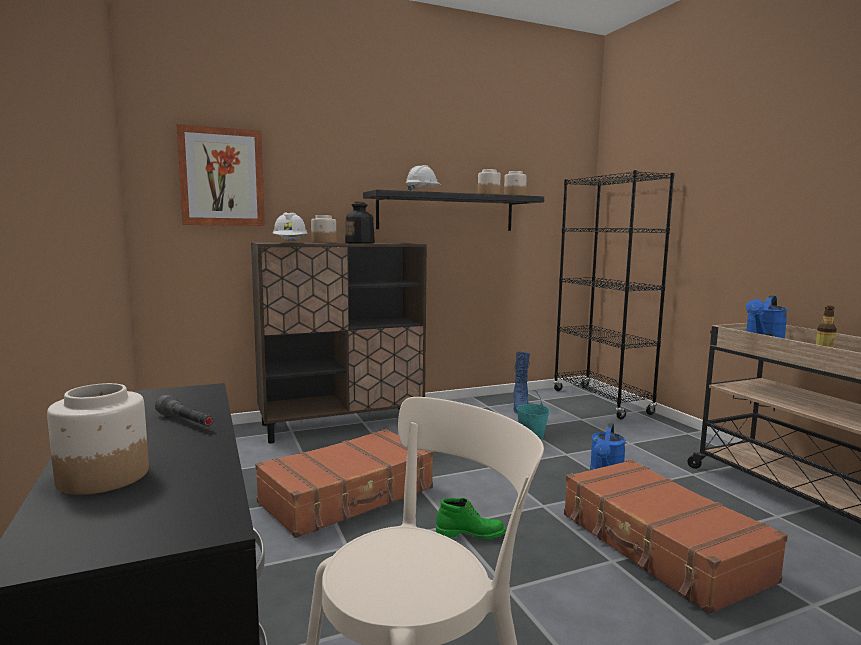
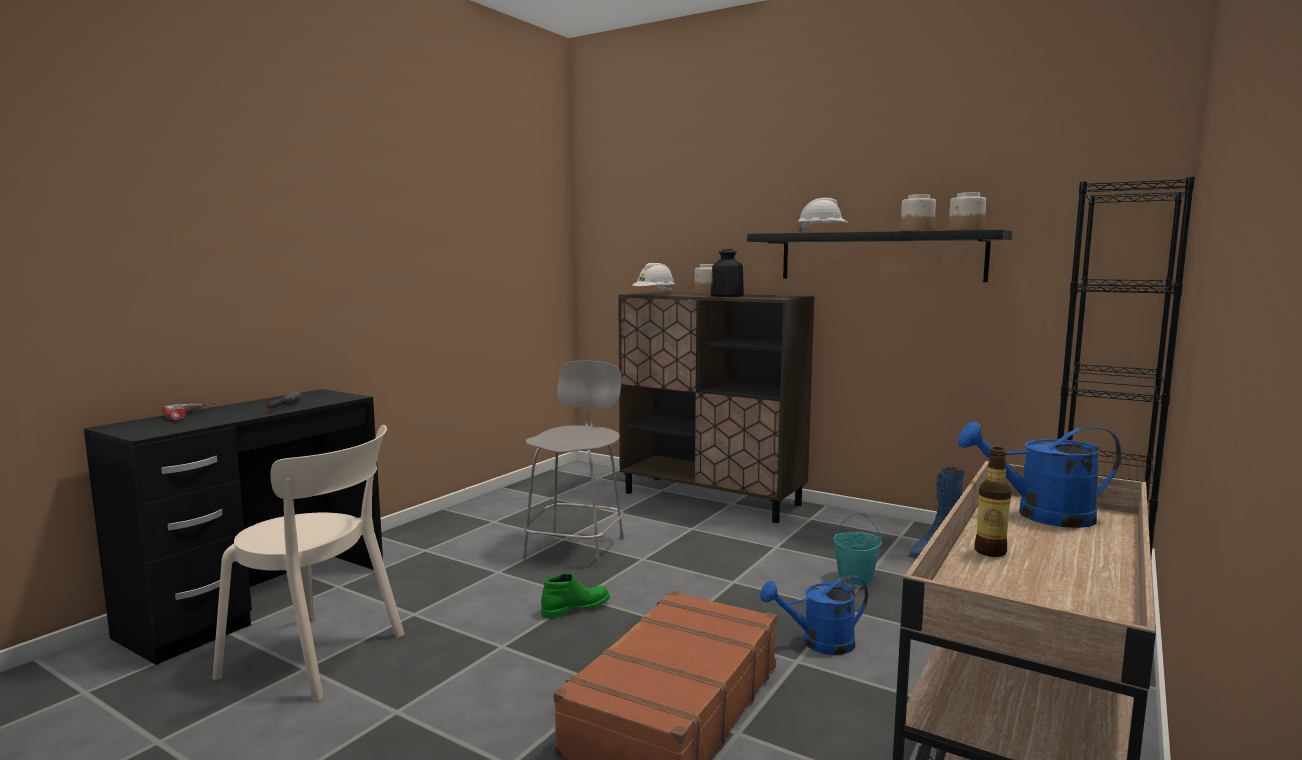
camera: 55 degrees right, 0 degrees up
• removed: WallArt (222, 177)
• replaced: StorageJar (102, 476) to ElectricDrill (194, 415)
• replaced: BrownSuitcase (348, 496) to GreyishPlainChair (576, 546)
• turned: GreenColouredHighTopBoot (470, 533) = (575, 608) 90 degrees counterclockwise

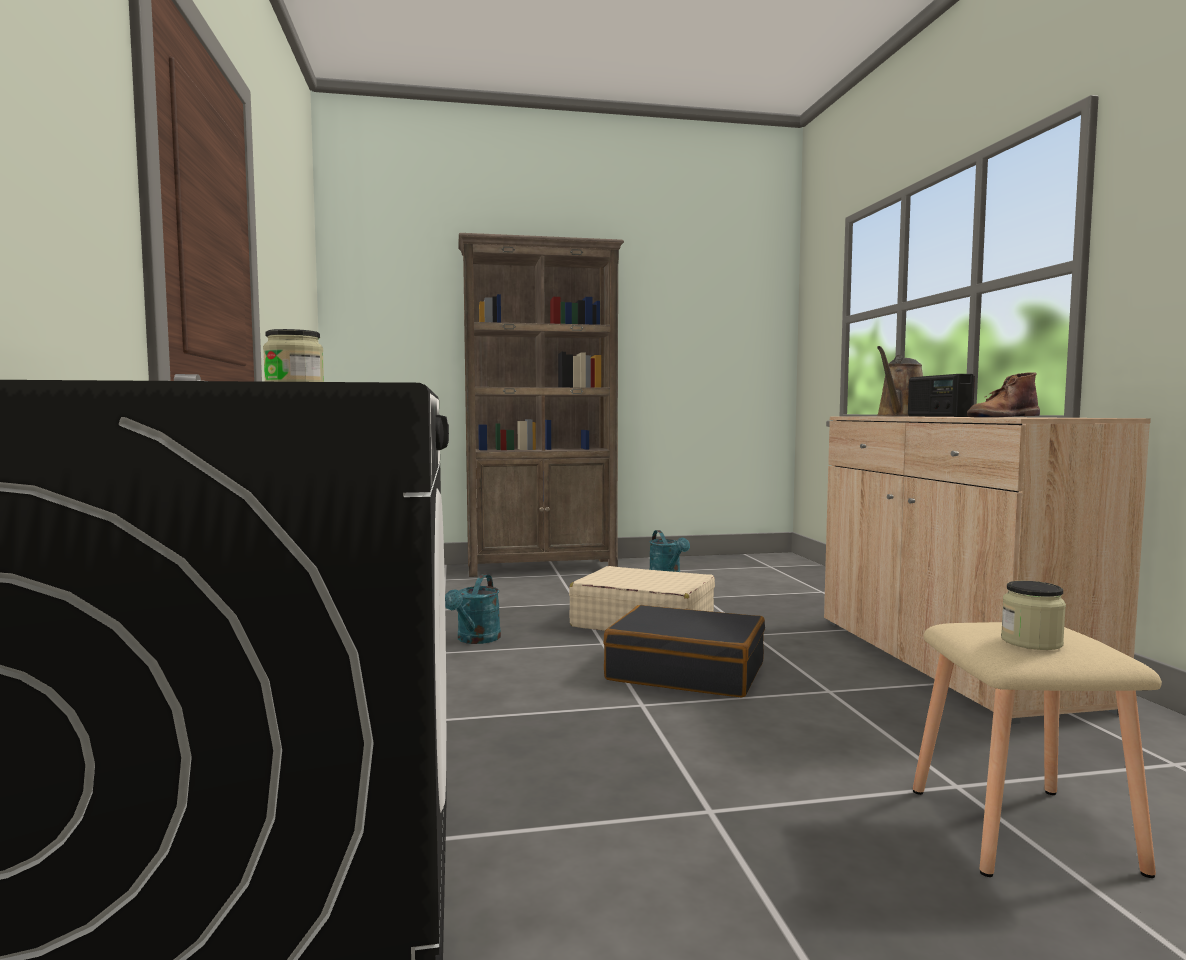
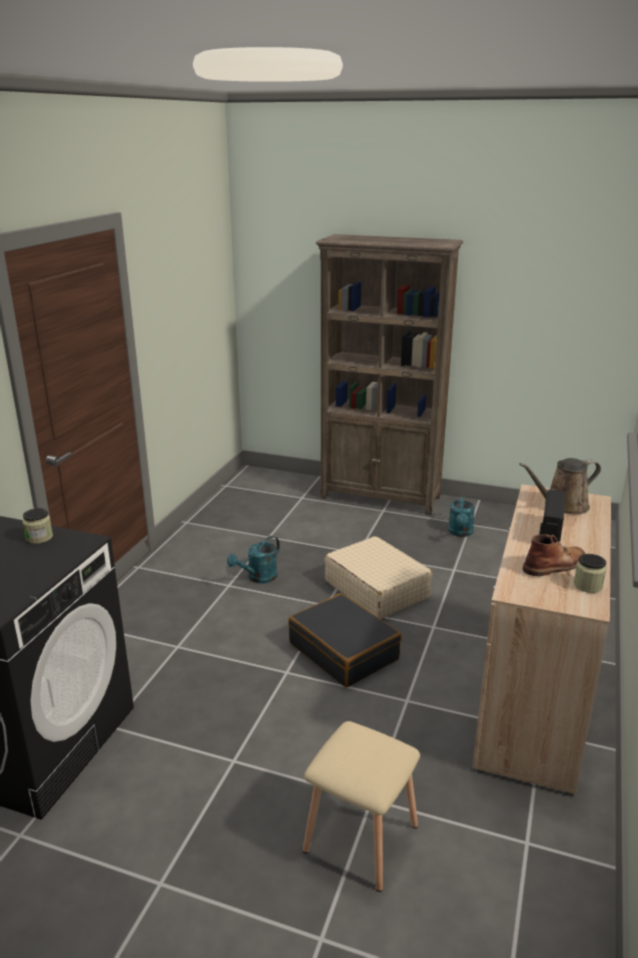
camera: 30 degrees right, 20 degrees up
• moved: StorageJar (1031, 642) to (588, 585)
• turned: BrownHighTopBoot (1001, 417) = (555, 565) 150 degrees clockwise

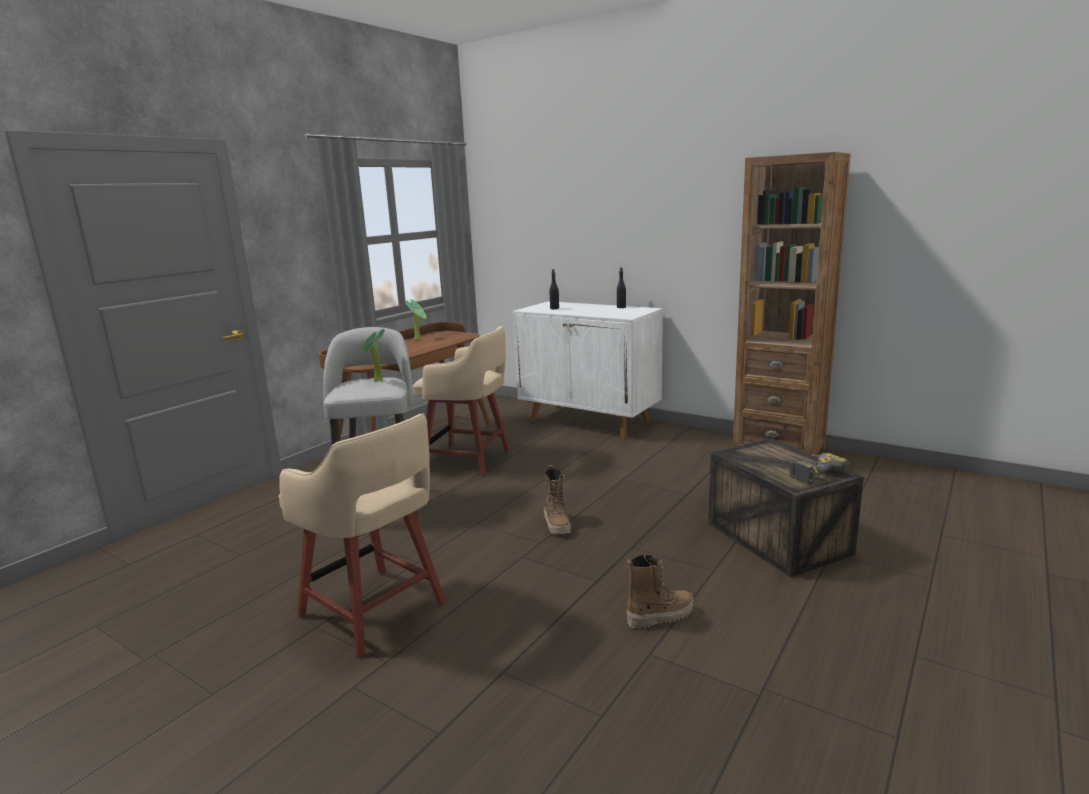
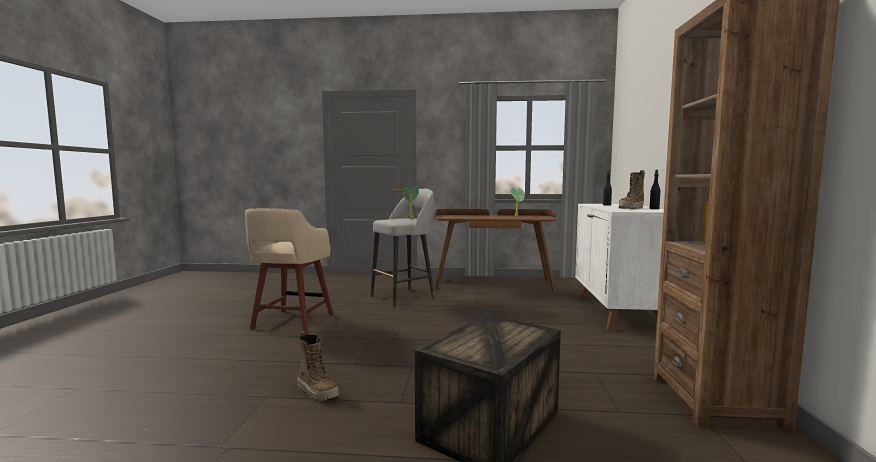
camera: 60 degrees right, 10 degrees down
• removed: BeigeStool (469, 460)
• removed: ElectricDrill (813, 473)
• moved: HighTopBoot (557, 525) to (631, 209)

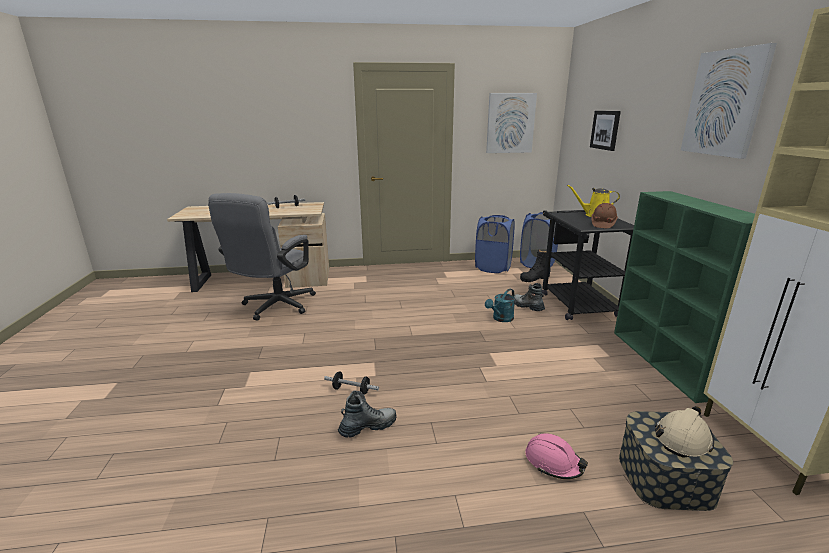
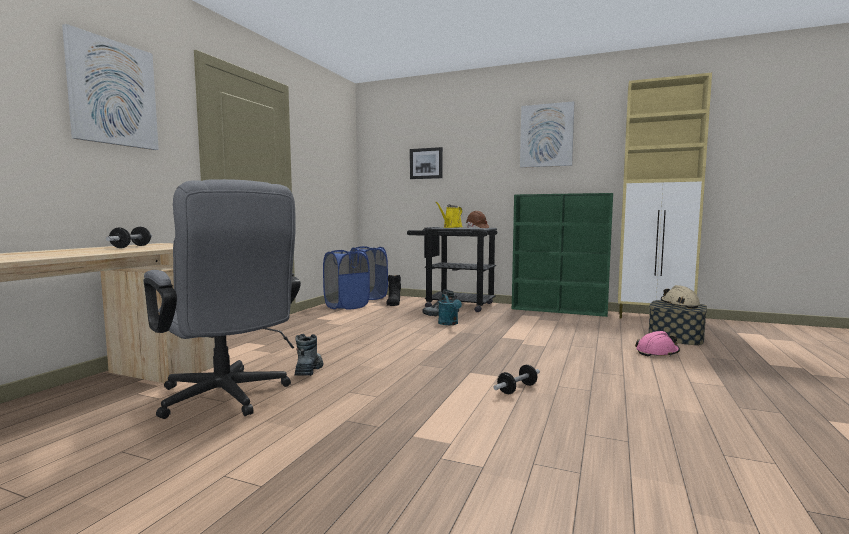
camera: 60 degrees left, 15 degrees down
• moved: HighTopBoot (368, 427) to (309, 371)
• moved: WallArt (510, 123) to (112, 93)

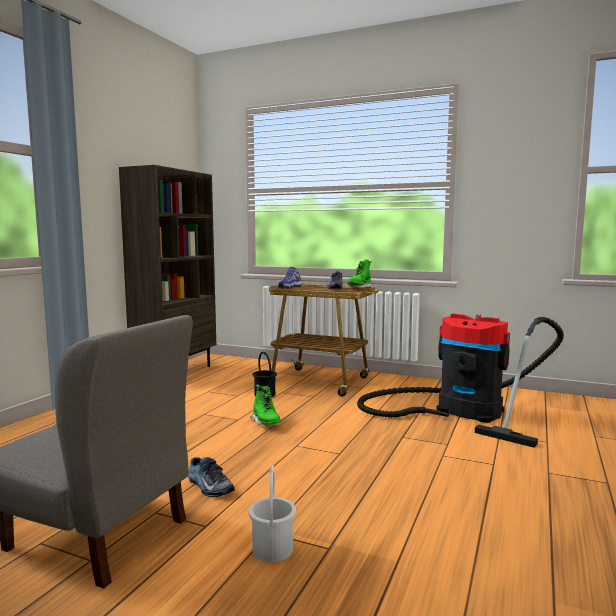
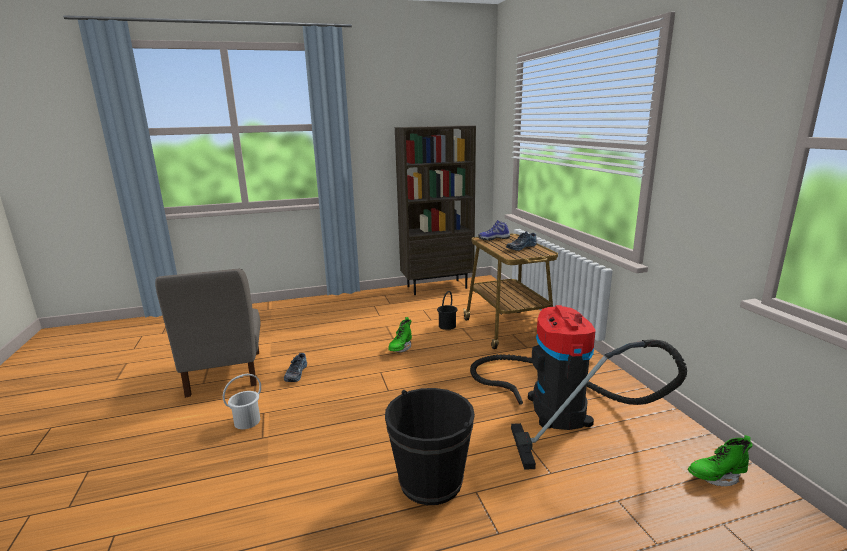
camera: 50 degrees right, 10 degrees up
• added: BlackColouredBucket (431, 481)
• moved: GreenColouredHighTopBoot (359, 288) to (716, 477)

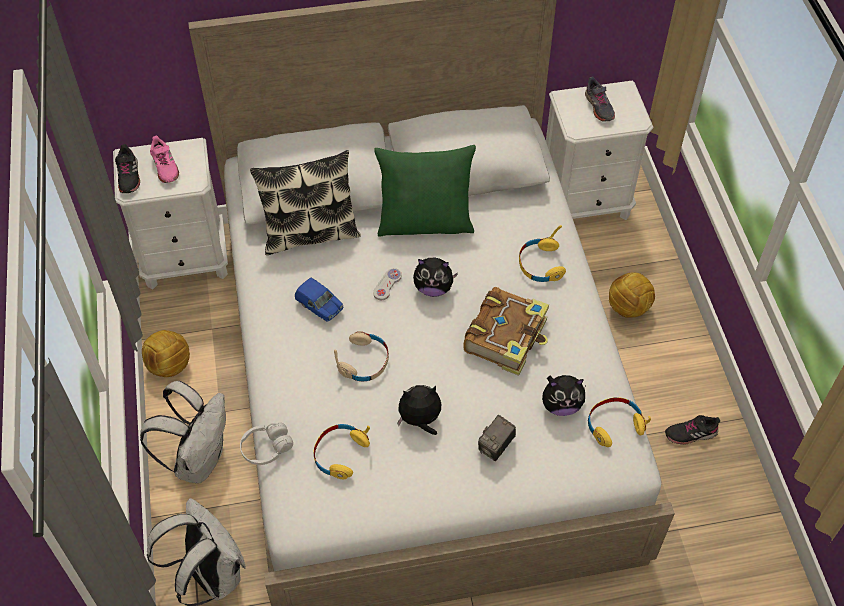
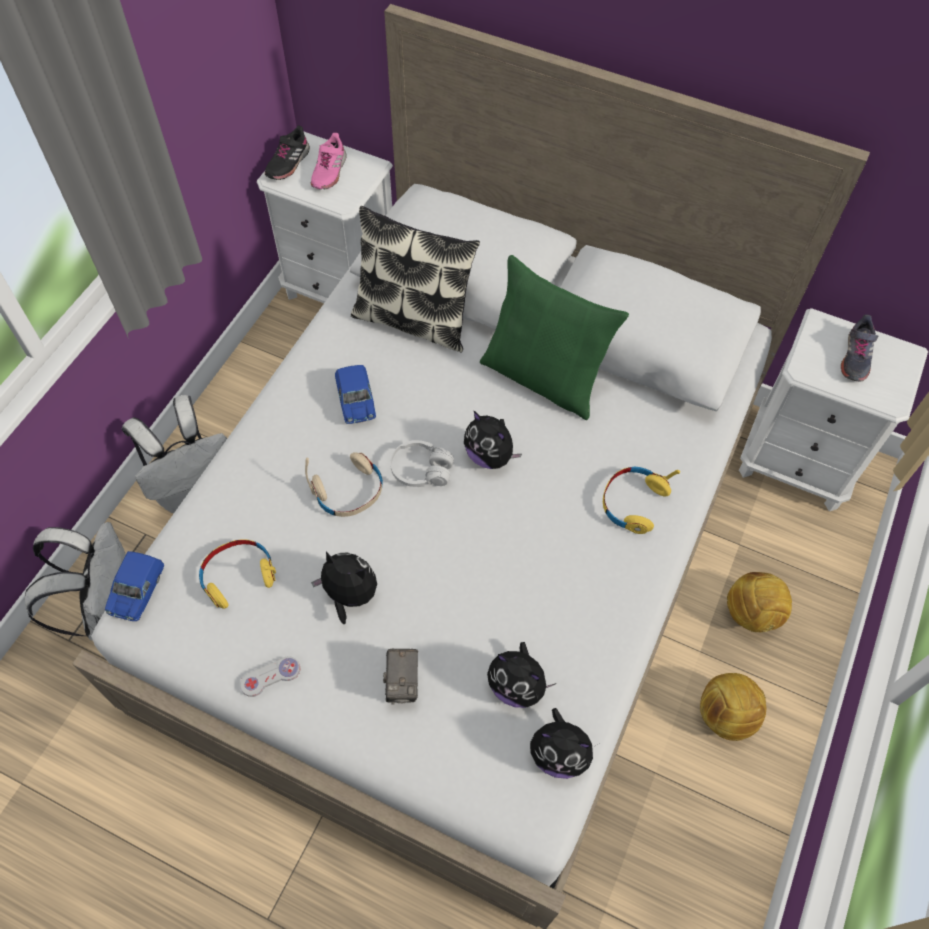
camera: 35 degrees right, 5 degrees up
• removed: BoundBook (507, 336)
• removed: BlackColouredItemOfFootwear (690, 433)
• added: BluishToyCar (138, 592)
• moved: BallForFootball (169, 365) to (725, 714)
• moved: WhitishPairOfHeadphones (266, 448) to (421, 470)
• moved: WhitishGamepad (387, 285) to (270, 677)
• replaced: YellowPairOfHeadphones (614, 425) to PlushToy (559, 754)
• turned: PhotoCamera (496, 447) = (402, 683) 75 degrees counterclockwise

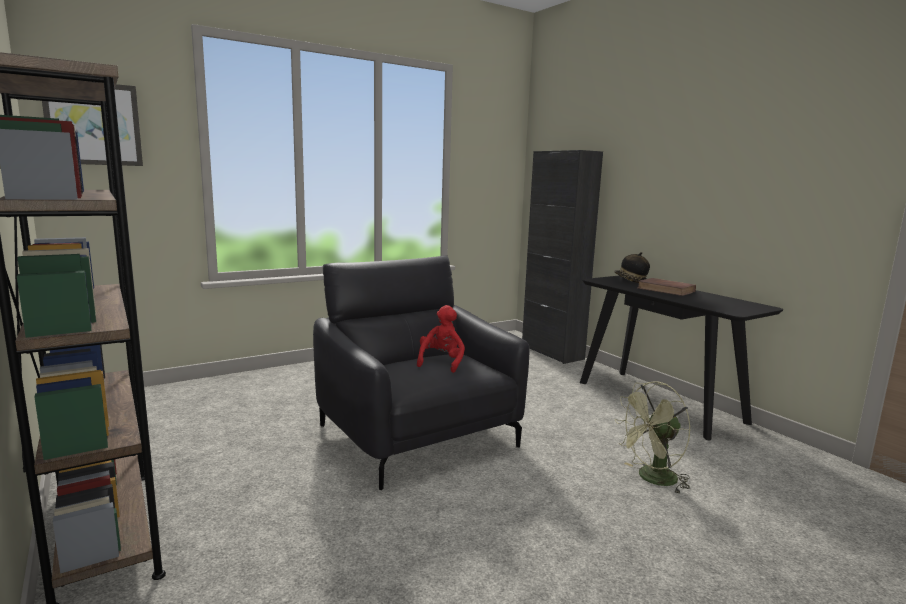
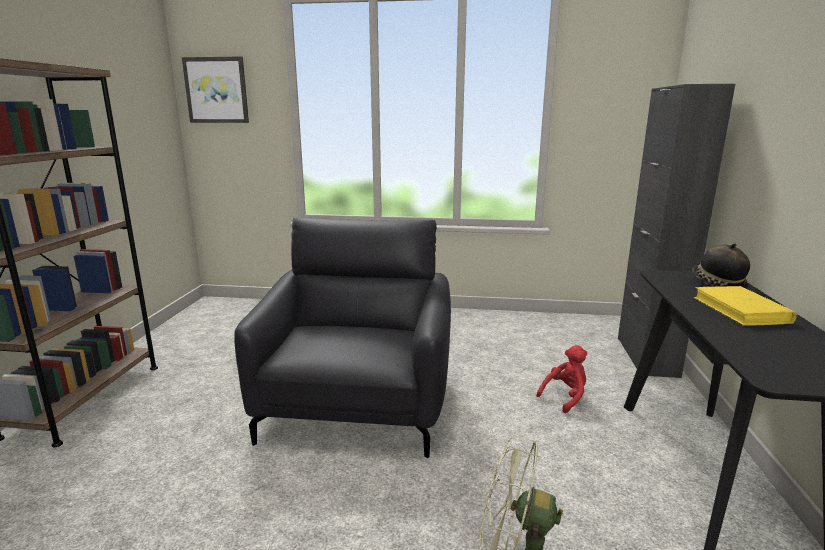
camera: 40 degrees right, 5 degrees up
• moved: RedColouredPlushToy (441, 362) to (565, 397)
• recoloured: BrownBoundBook (666, 290) to YellowBoundBook (741, 310)

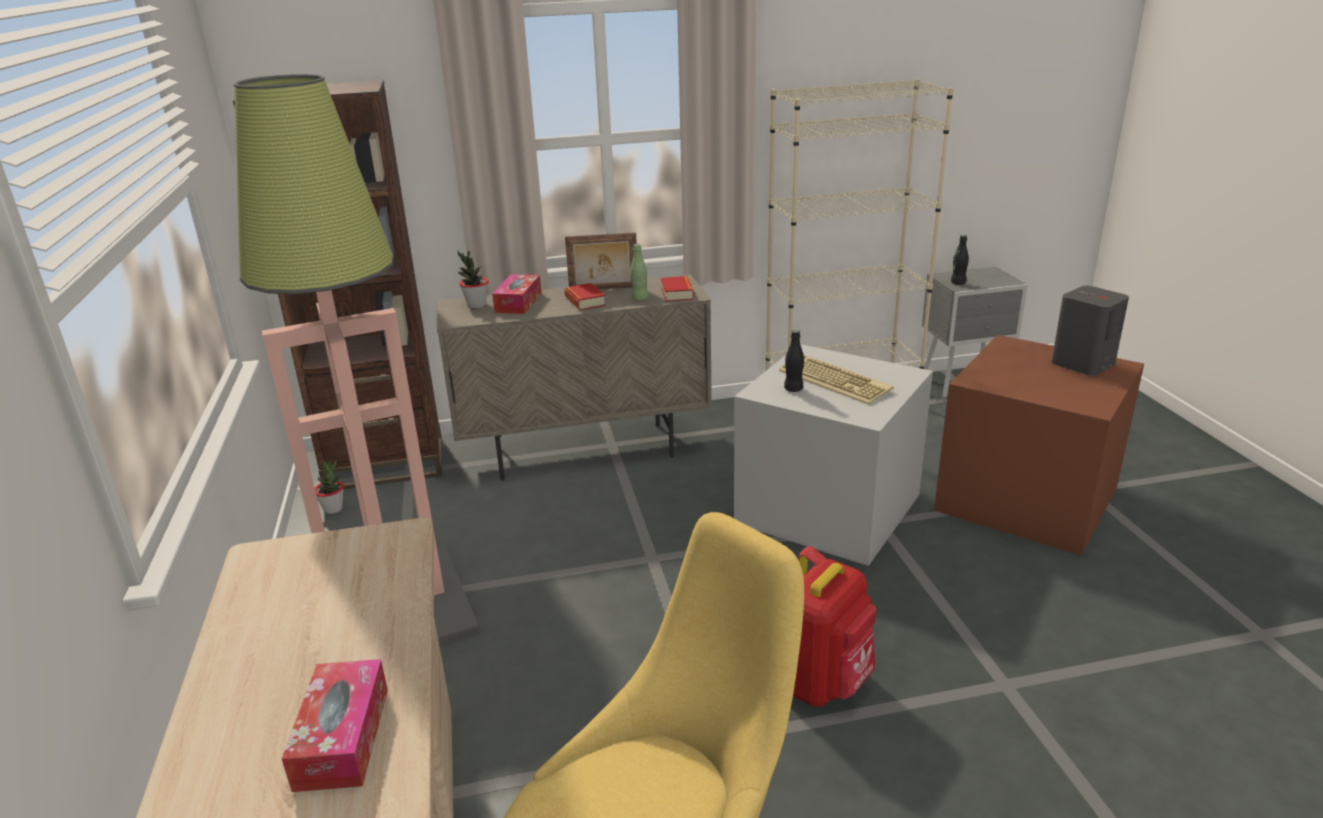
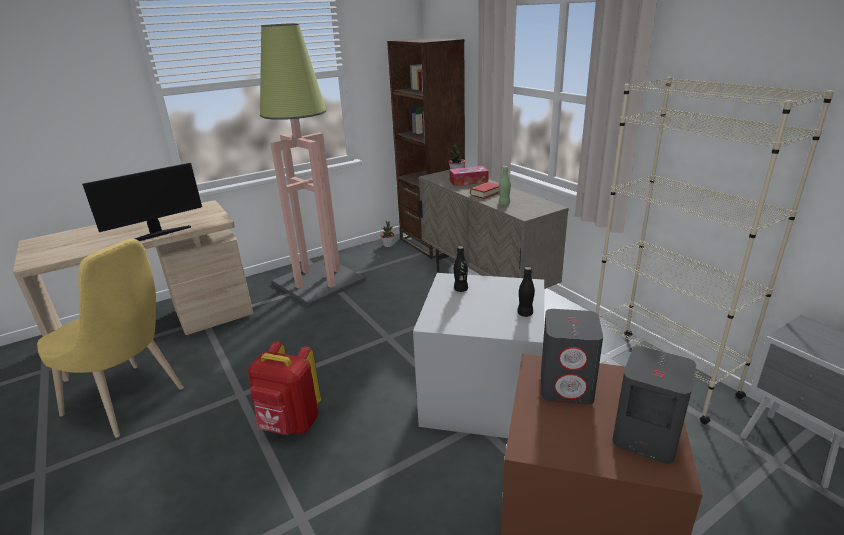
camera: 70 degrees right, 0 degrees up
• removed: TissueBox (342, 738)
• removed: PhotoFrame (604, 289)
• removed: BoundBook (677, 293)
• removed: ComputerKeyboard (836, 380)
• added: Monitor (157, 234)
• added: GreyishAudioSpeaker (567, 387)
• moved: BlackColouredBottle (958, 283) to (525, 313)

